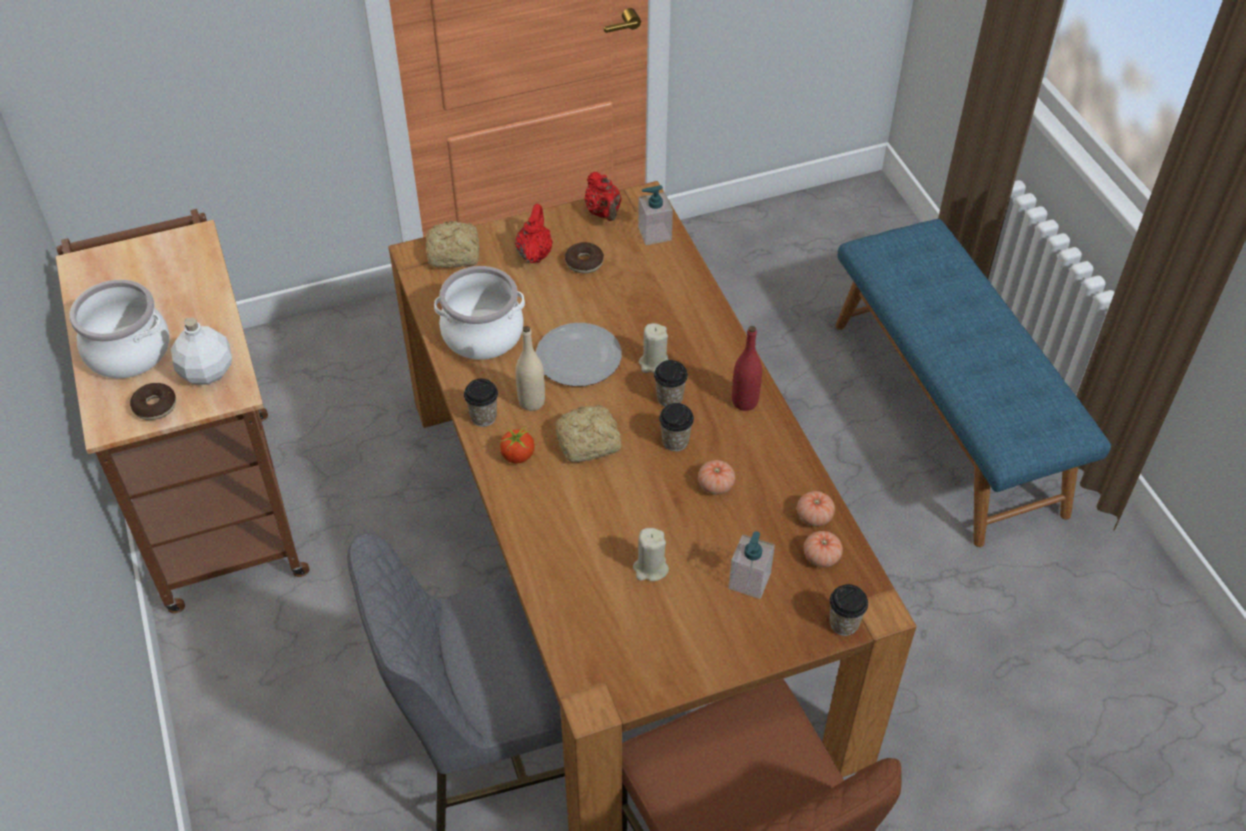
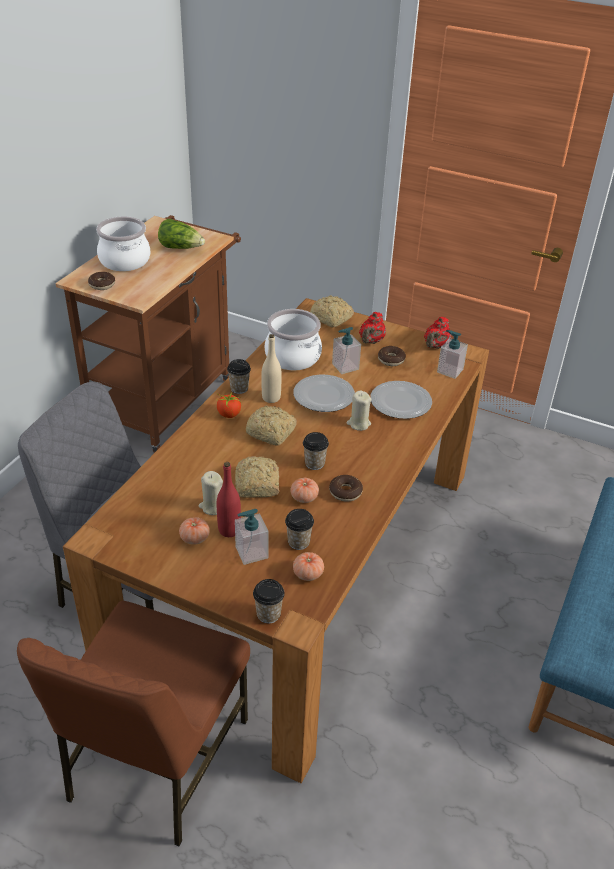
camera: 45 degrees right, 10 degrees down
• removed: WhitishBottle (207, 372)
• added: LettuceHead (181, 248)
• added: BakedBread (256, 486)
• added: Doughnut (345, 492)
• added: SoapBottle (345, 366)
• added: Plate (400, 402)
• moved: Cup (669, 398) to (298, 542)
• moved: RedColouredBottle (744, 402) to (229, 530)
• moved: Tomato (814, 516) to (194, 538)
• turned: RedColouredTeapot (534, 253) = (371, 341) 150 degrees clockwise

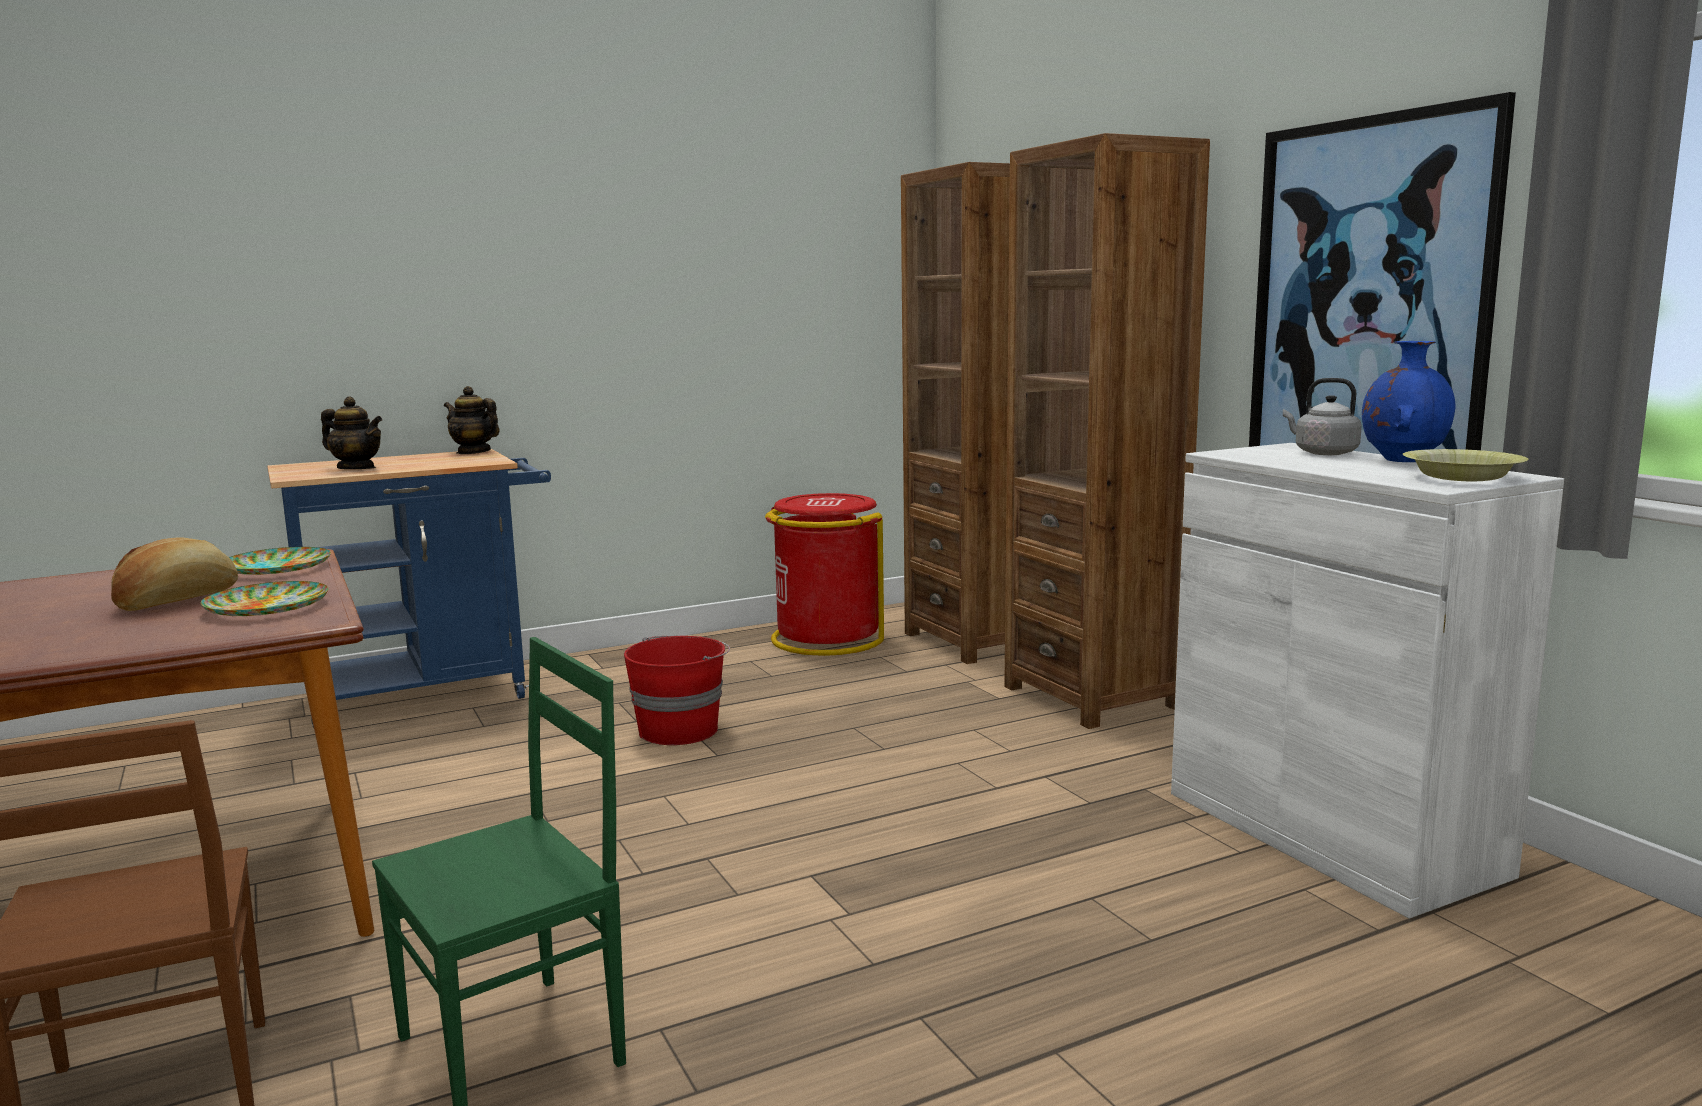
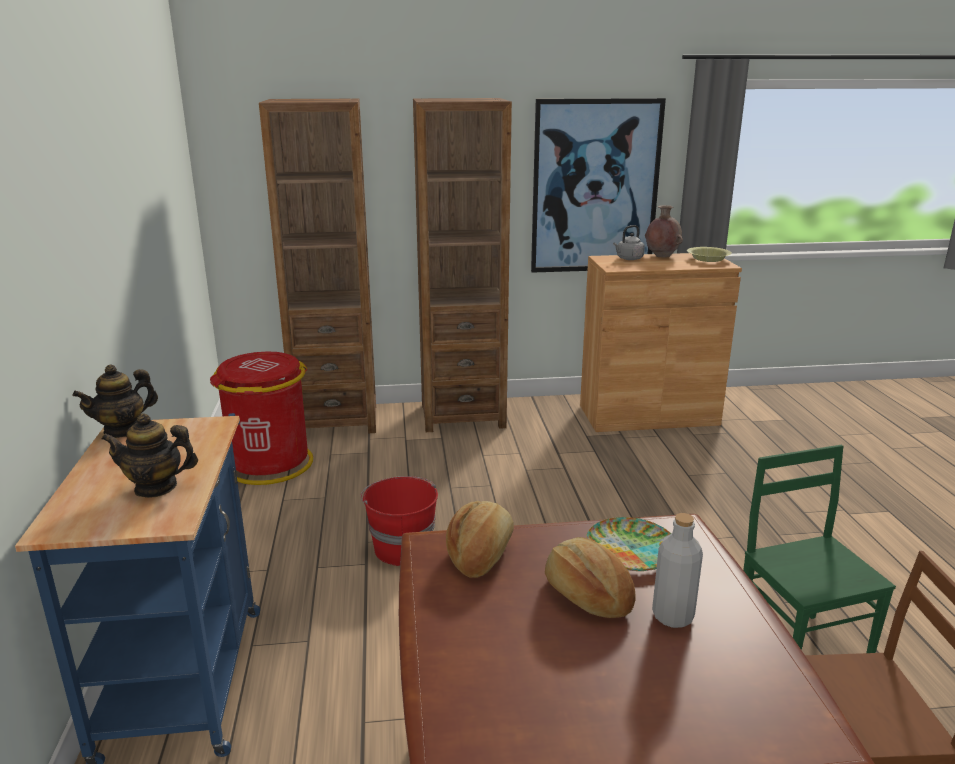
camera: 70 degrees left, 10 degrees up
• added: GreyishBottle (672, 616)
• replaced: Plate (276, 568) to BakedBread (481, 554)
• recoloured: WhitishCupboard (1330, 832) to BrownCupboard (648, 415)
• recoloured: BluishDecorativeVase (1403, 461) to BrownDecorativeVase (661, 256)
• turned: Teapot (356, 468) = (156, 487) 135 degrees counterclockwise

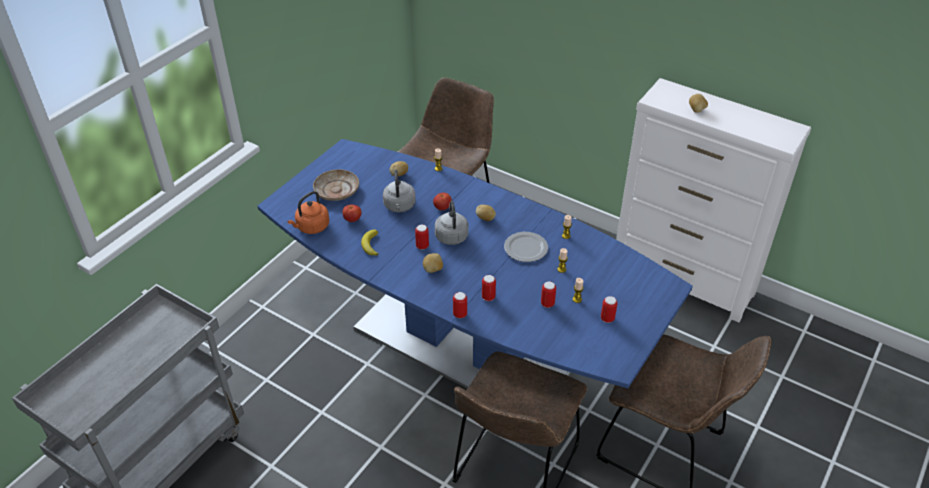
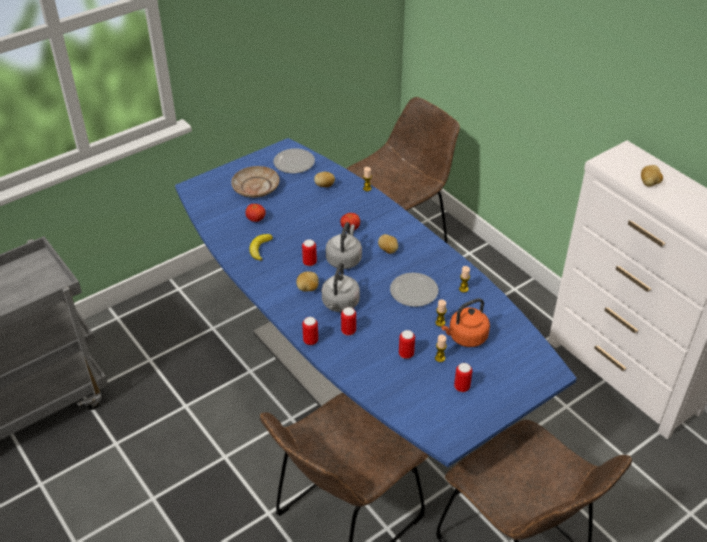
camera: 20 degrees right, 0 degrees up
• added: Plate (293, 162)
• moved: OrangeKettle (311, 227) to (466, 337)
• moved: GreyishKettle (399, 206) to (340, 304)

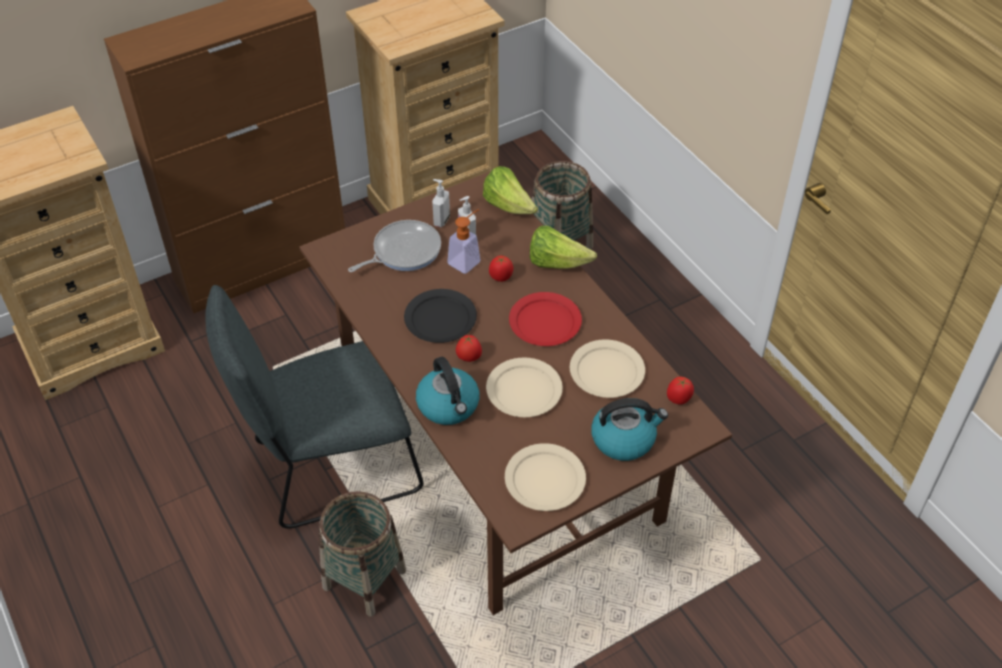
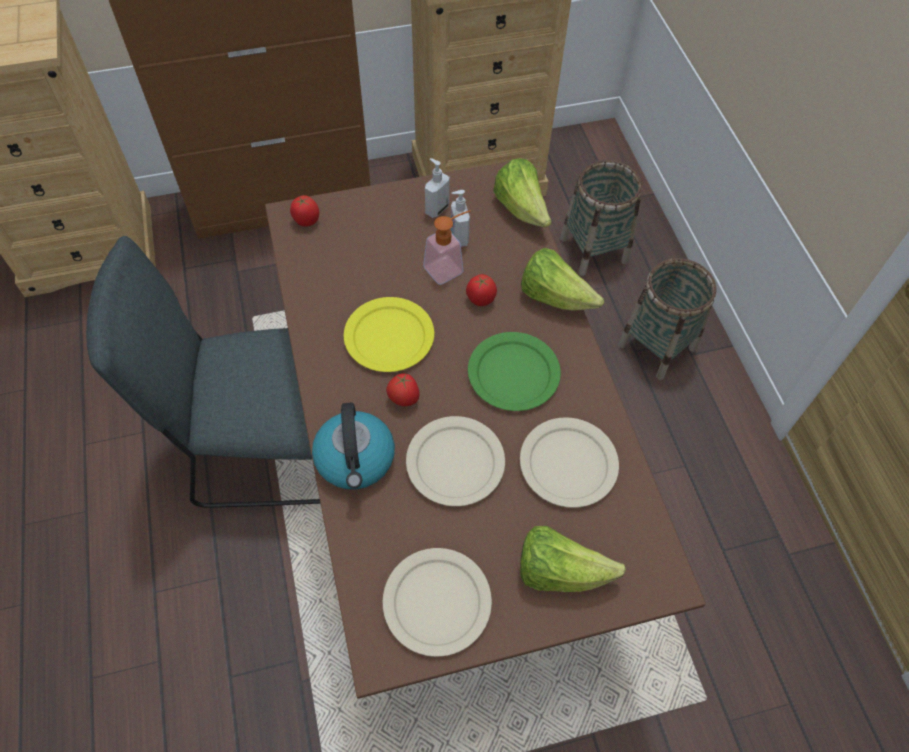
camera: 15 degrees right, 10 degrees up
• removed: FryingPan (403, 251)
• moved: Basket (364, 579) to (657, 346)
• moved: Tomato (679, 399) to (306, 221)
• replaced: Kettle (624, 439) to LettuceHead (559, 570)
• recoloured: BlackColouredPlate (440, 318) to YellowPlate (389, 336)
• recoloured: RedColouredPlate (545, 321) to GreenColouredPlate (513, 373)

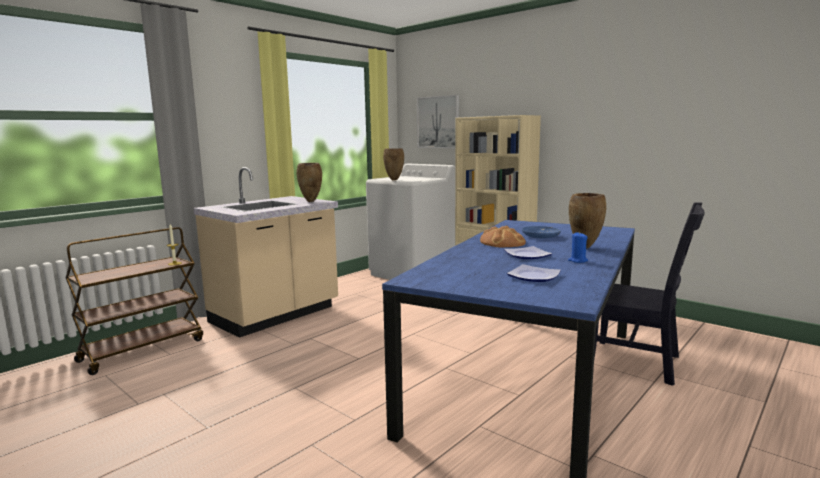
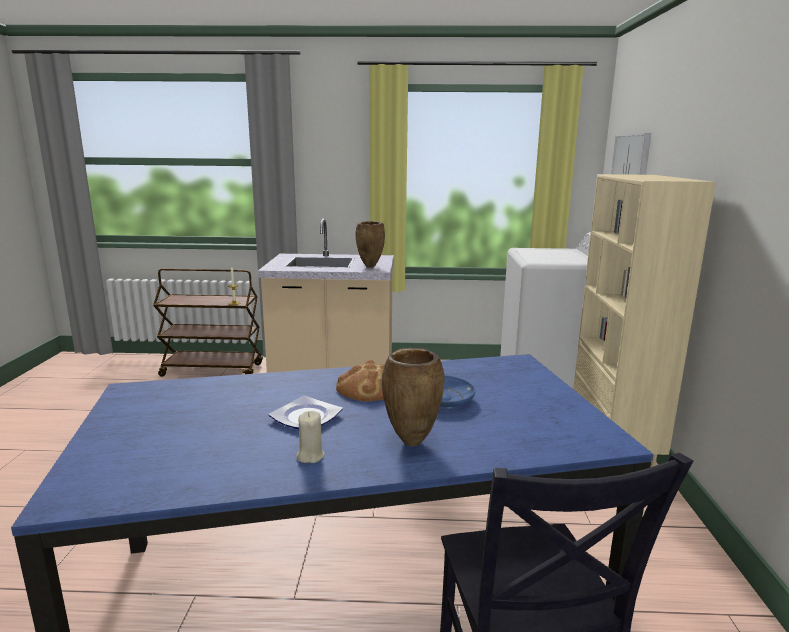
camera: 50 degrees right, 5 degrees up
• removed: BrownDecorativeVase (394, 180)
• removed: Plate (534, 277)
• recoloured: BluishWaxCandle (577, 261) to BeigeWaxCandle (310, 456)

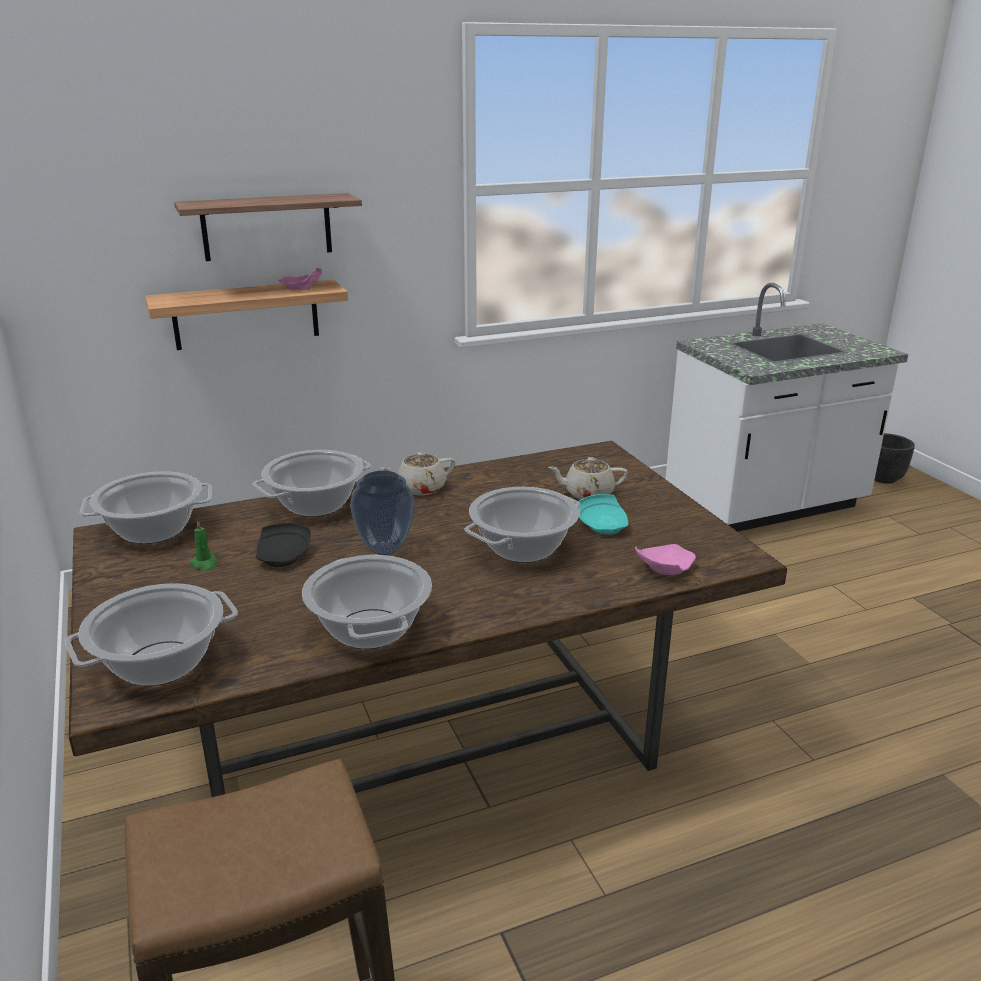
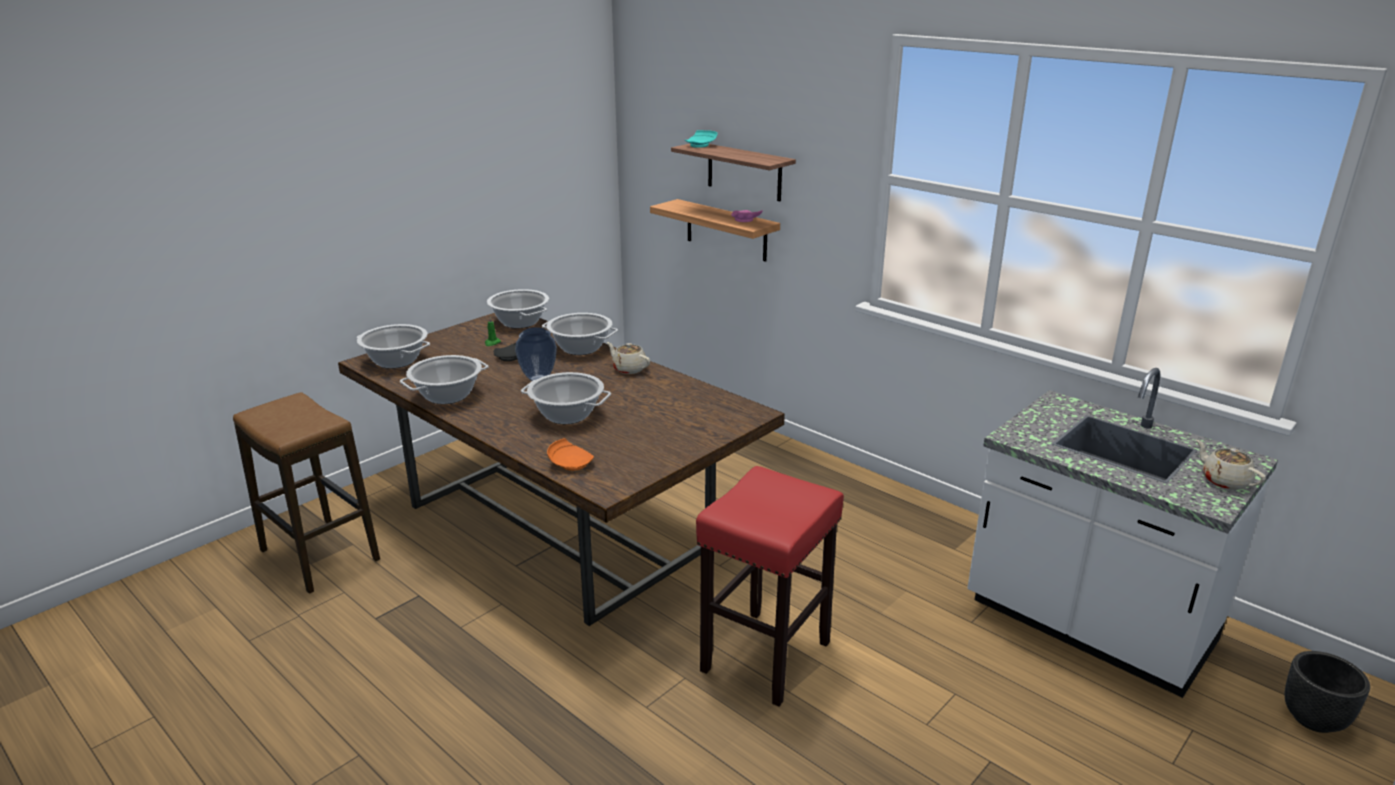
camera: 65 degrees right, 0 degrees up
• added: RedColouredStool (765, 657)
• moved: BeigeTeapot (587, 494) to (1224, 481)
• moved: TurquoiseColouredPlate (603, 525) to (701, 145)
• recoloured: PinkishPlate (663, 568) to OrangePlate (570, 463)

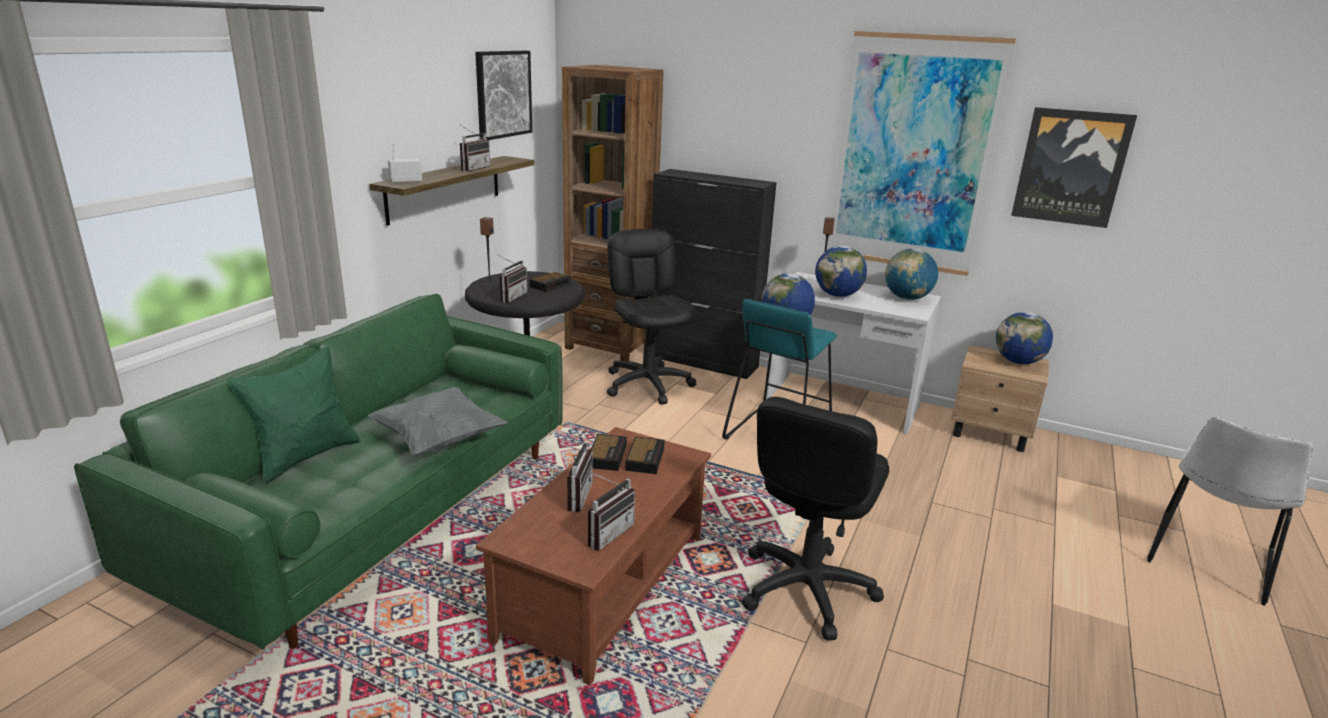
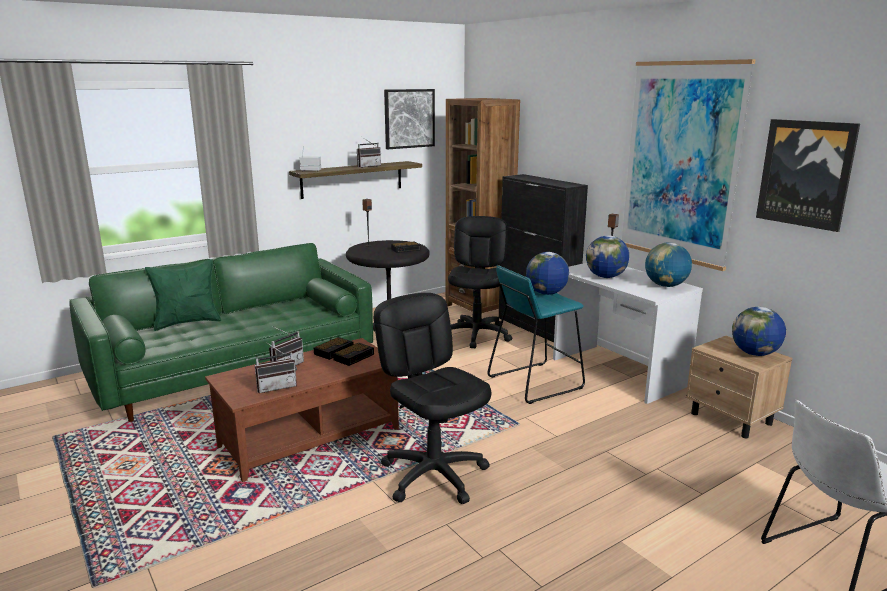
camera: 30 degrees right, 5 degrees down
• removed: GreyishPillow (439, 439)
• removed: RadioSet (510, 297)
• turned: BlackColouredComputerChair (805, 589) = (434, 475) 90 degrees clockwise

